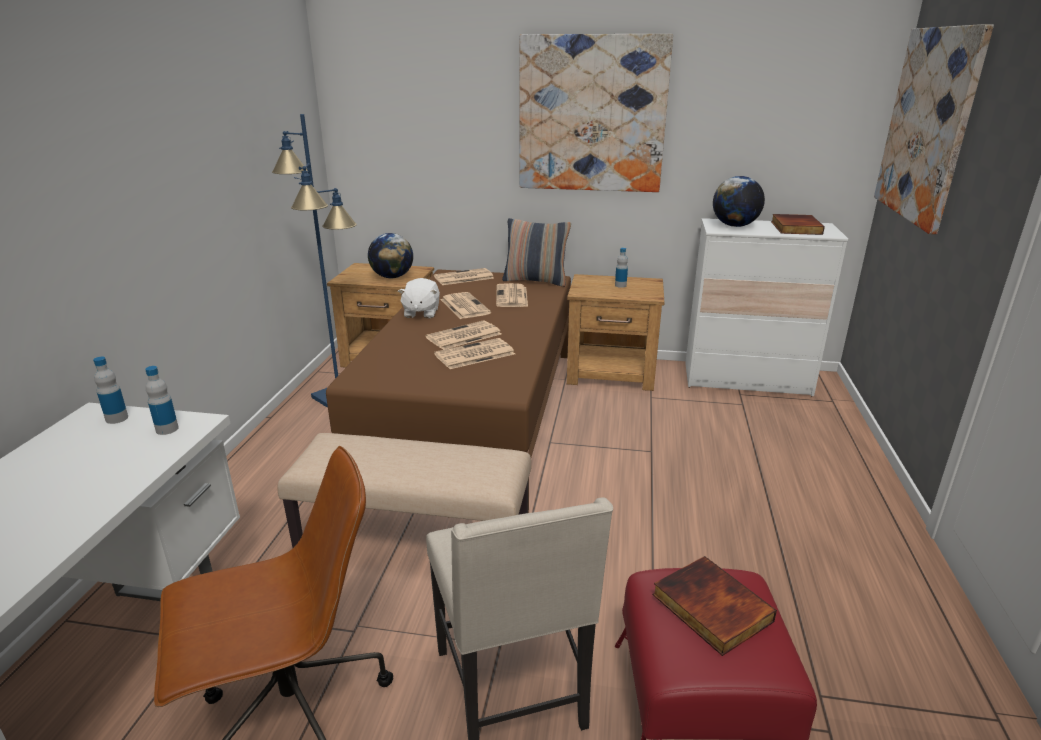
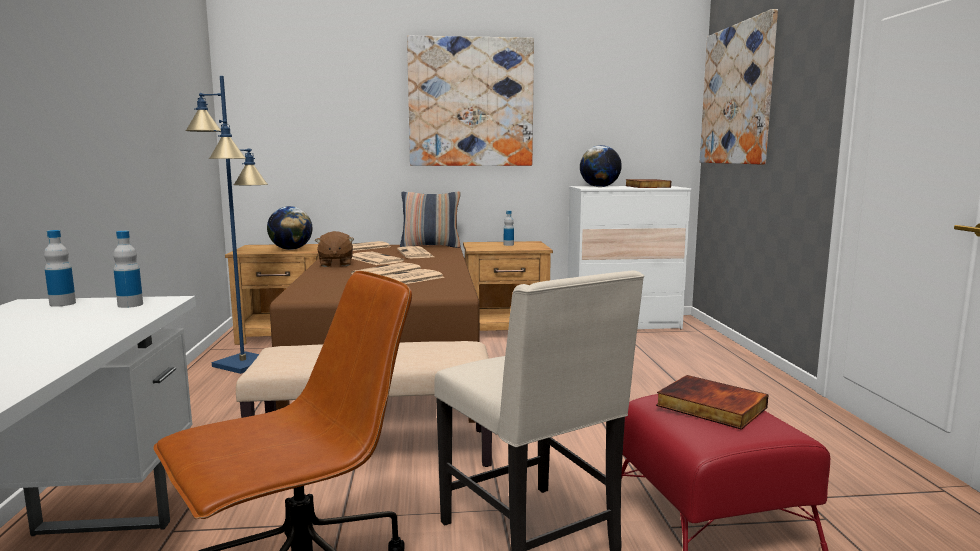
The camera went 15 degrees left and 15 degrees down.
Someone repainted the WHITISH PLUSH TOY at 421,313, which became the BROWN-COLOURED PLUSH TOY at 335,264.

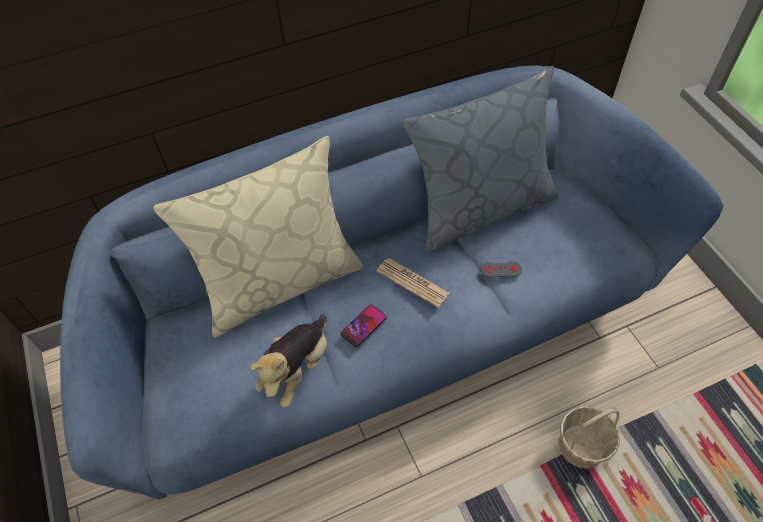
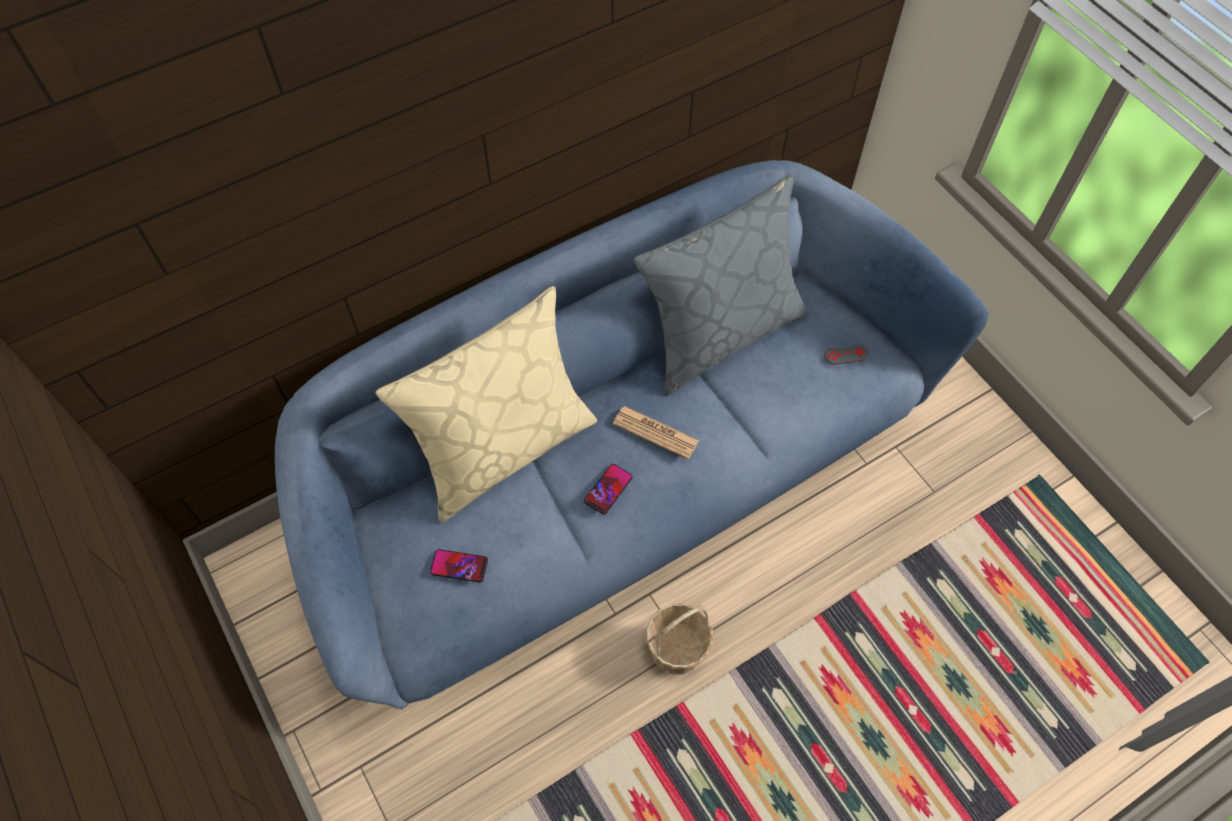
The camera went 10 degrees left and 5 degrees up.
Someone took away the PLUSH TOY at 297,369.
Someone put down the PHONE at 459,566.
Someone carried the GREYISH GAME CONTROLLER from 501,269 to 846,354.
Someone carried the BASKET from 582,447 to 678,648.

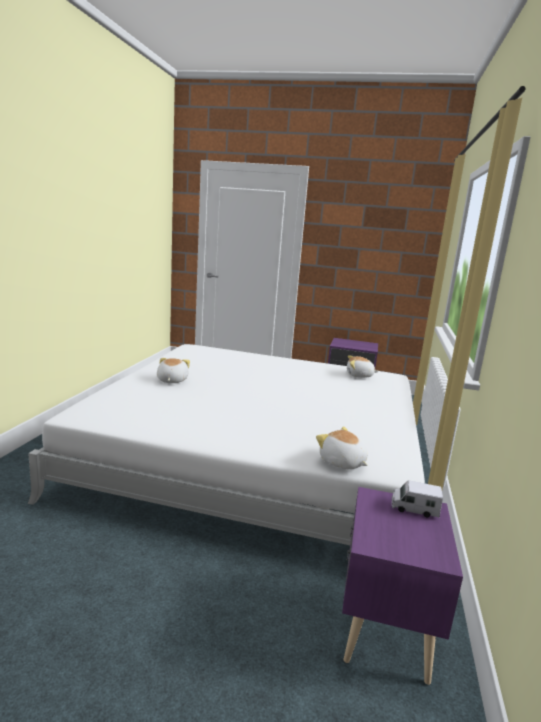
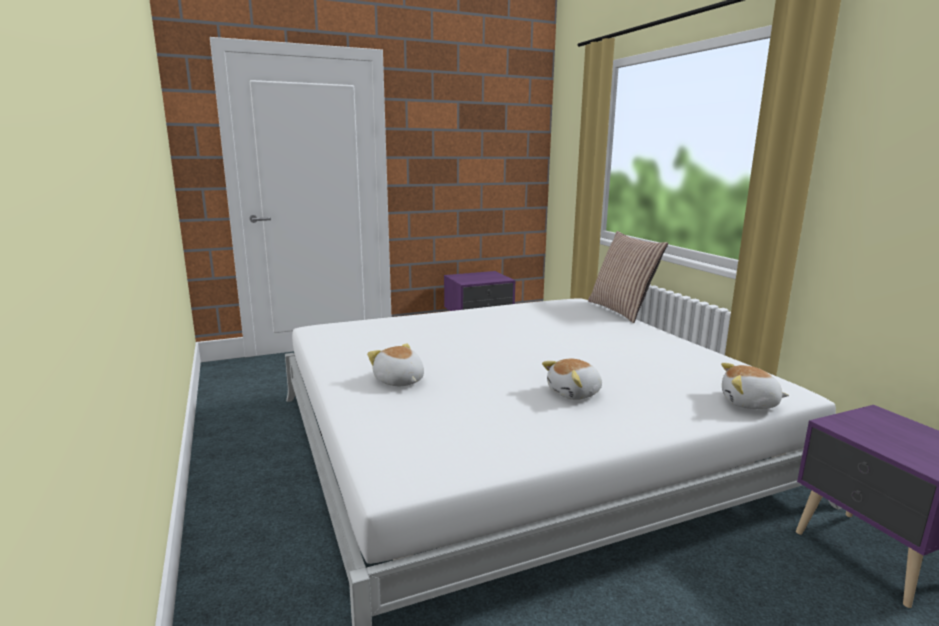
The camera went 35 degrees left and 0 degrees up.
Someone took away the MODEL TRUCK at 414,508.
Someone put down the PILLOW at 621,310.
Someone carried the PLUSH TOY from 359,376 to 575,393.

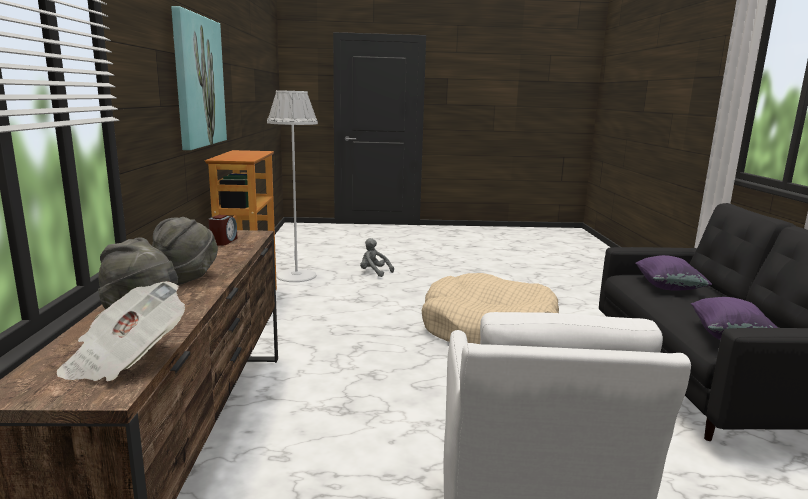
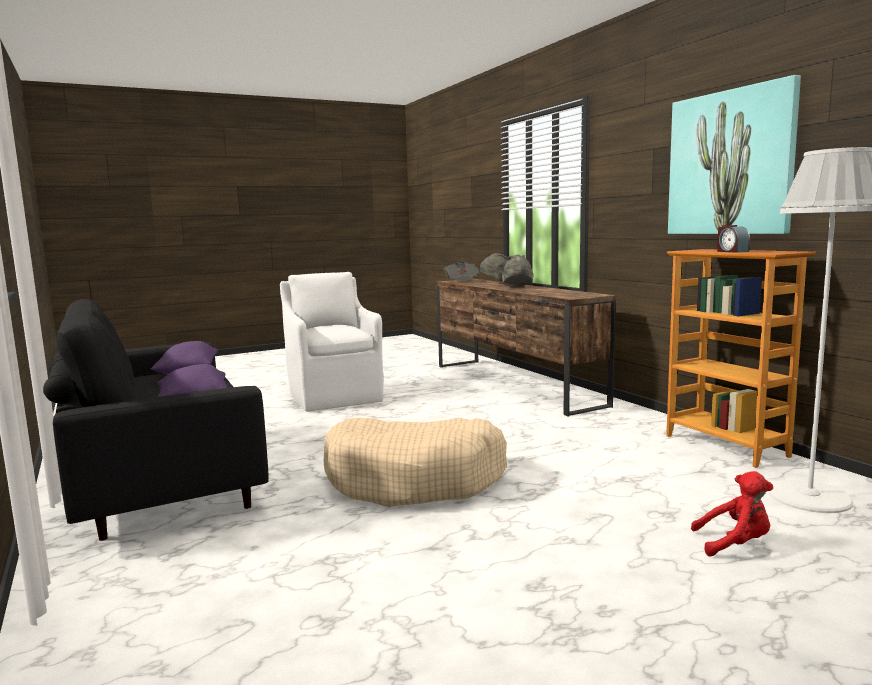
The camera went 155 degrees right and 5 degrees down.
Someone carried the TABLE CLOCK from 223,241 to 731,251.
Someone repainted the GREYISH PLUSH TOY at 374,272, which became the RED PLUSH TOY at 735,544.

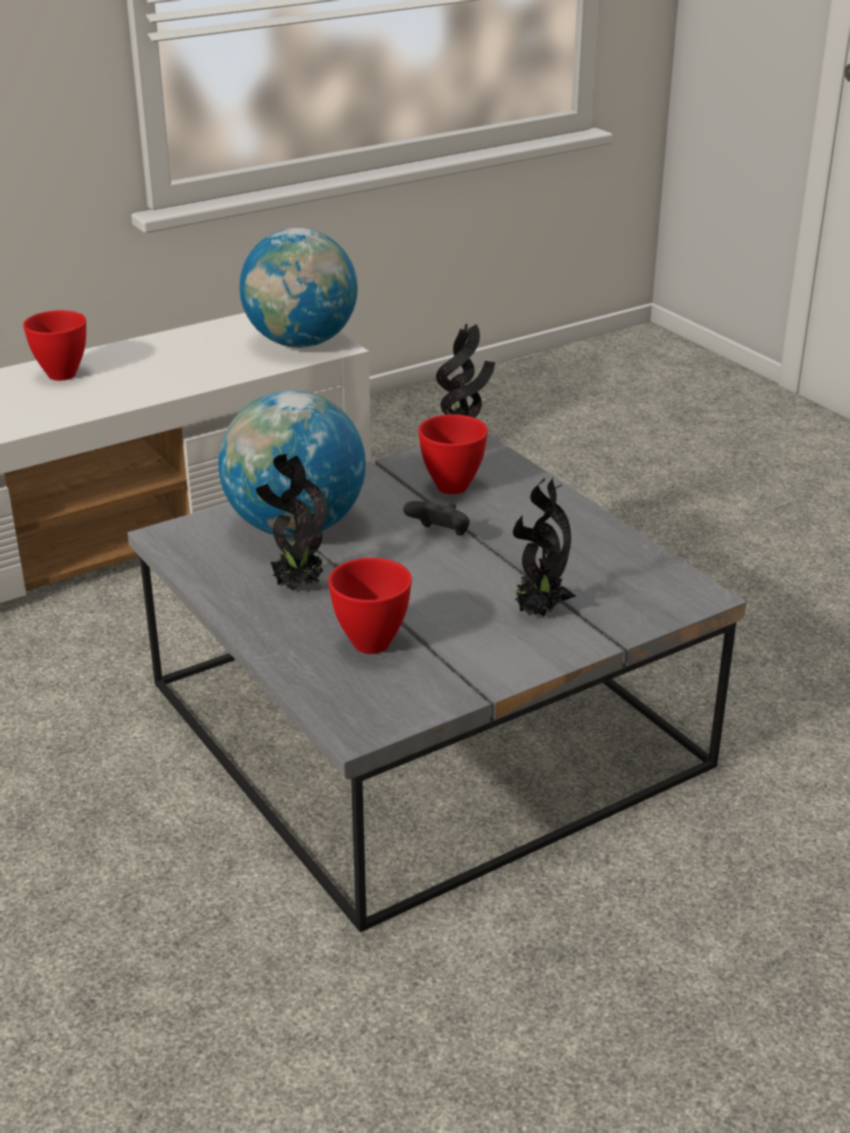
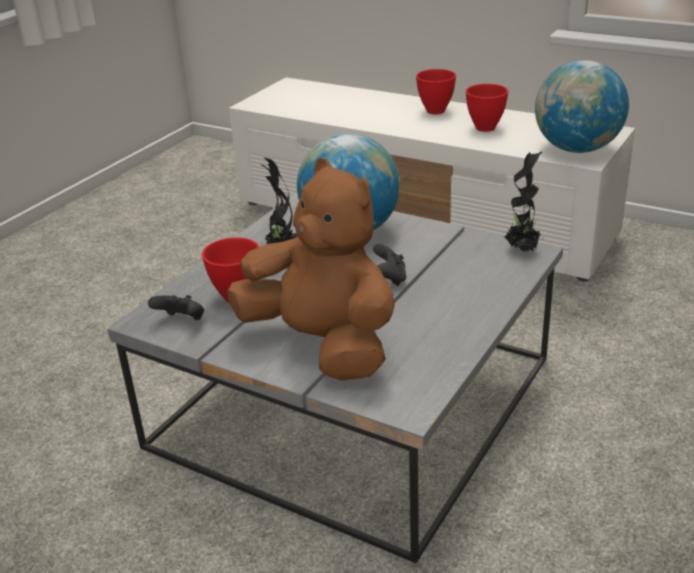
The camera went 65 degrees right and 0 degrees up.
Someone put down the BLACK GAME CONTROLLER at 181,321.
Someone carried the RED SERVING BOWL from 453,486 to 486,128.
Someone swapped the POTTED PLANT at 538,612 for the BROWN-COLOURED PLUSH TOY at 322,344.

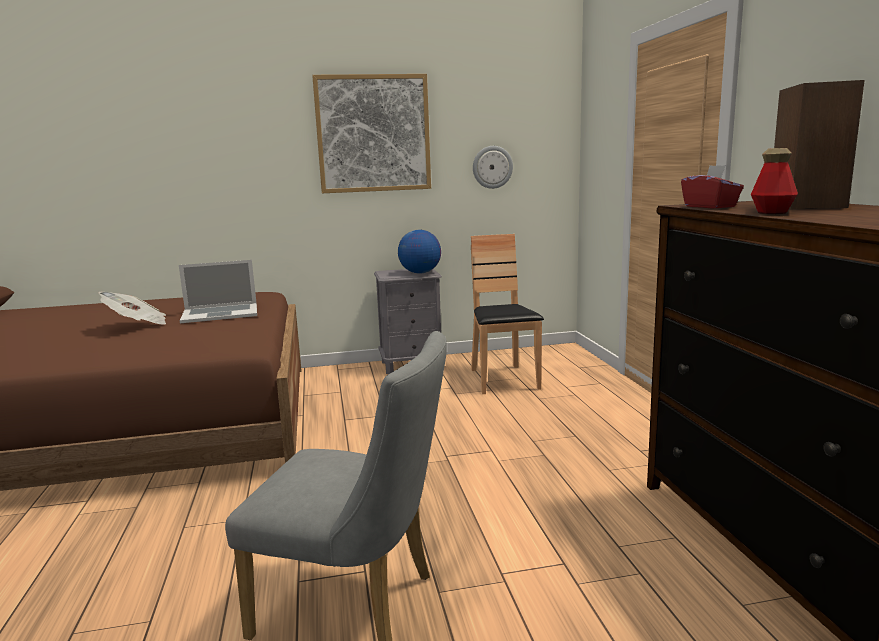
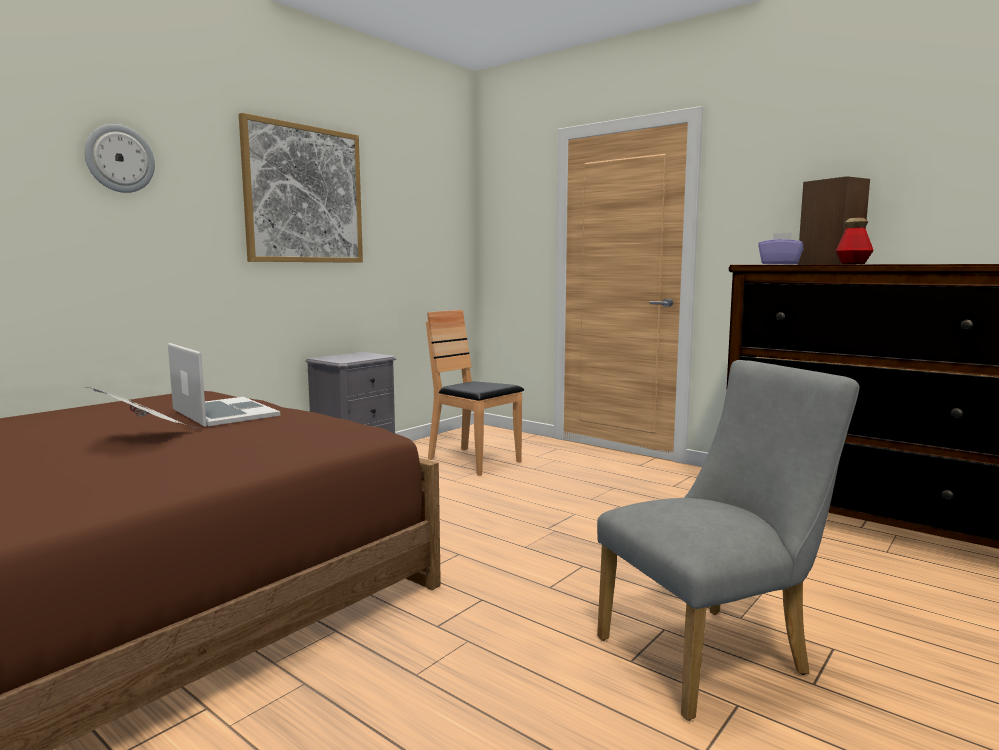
The camera went 40 degrees left and 5 degrees down.
Someone took away the WORLD GLOBE at 420,273.
Someone carried the WALL CLOCK from 492,167 to 119,159.
Someone repainted the RED BOX OF TISSUES at 710,207, which became the PURPLE BOX OF TISSUES at 780,264.
Someone rotated the NOTEBOOK COMPUTER at 220,313 by 75 degrees counterclockwise.

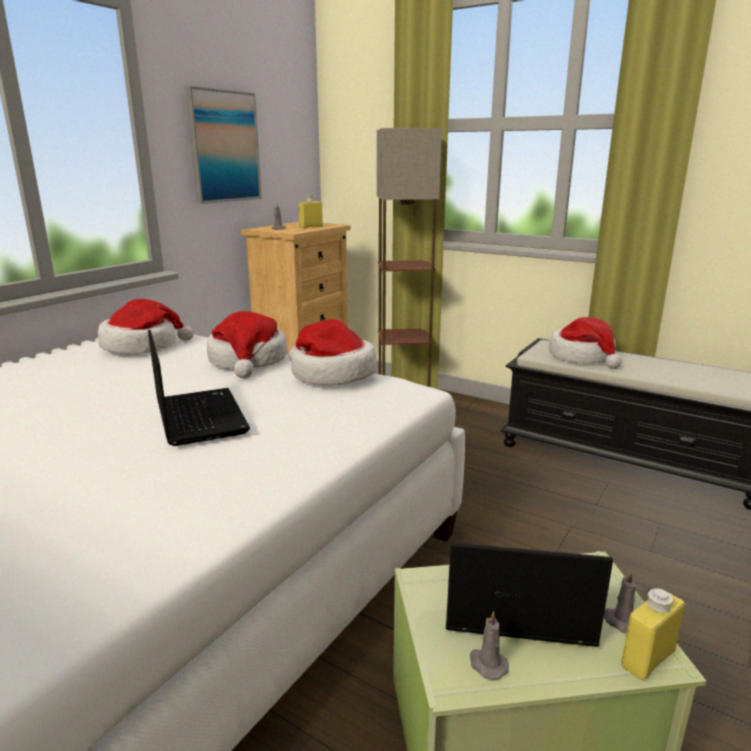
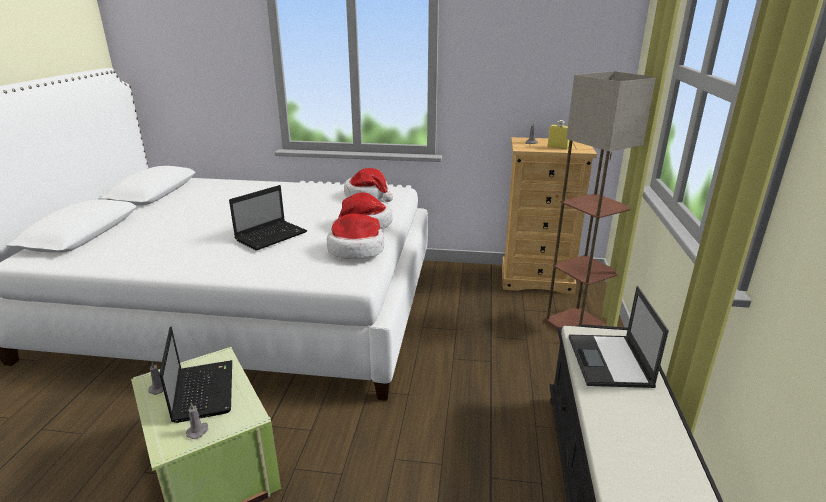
The camera went 65 degrees right and 5 degrees up.
Someone took away the PICTURE at 224,147.
Someone took away the YELLOW-COLOURED DRINK BOTTLE at 647,659.
Someone swapped the CLOTHING HAT at 583,357 for the NOTEBOOK COMPUTER at 609,362.

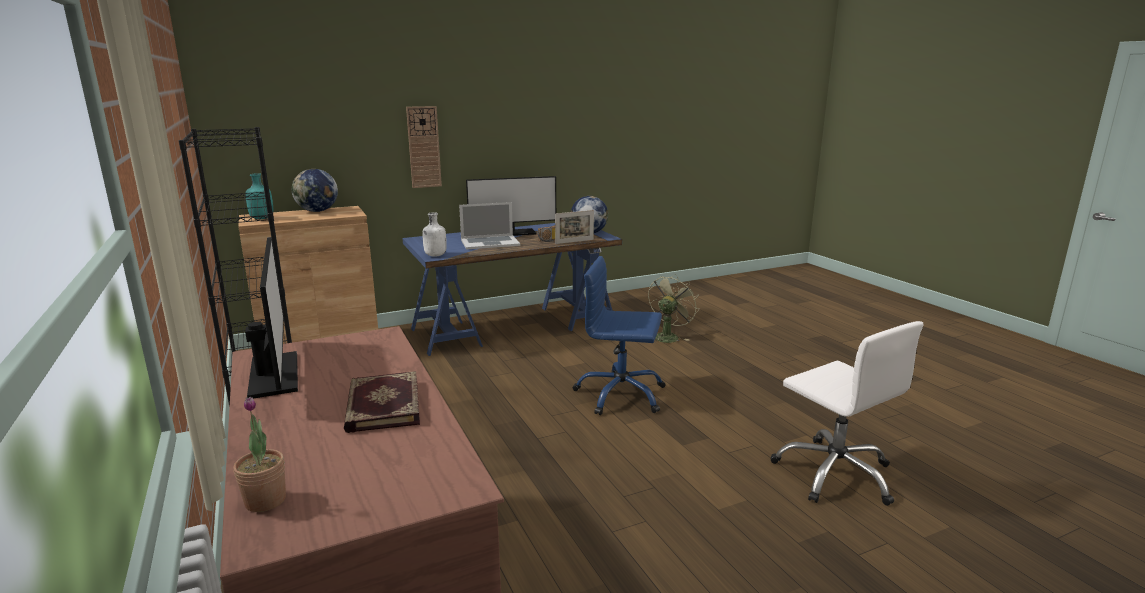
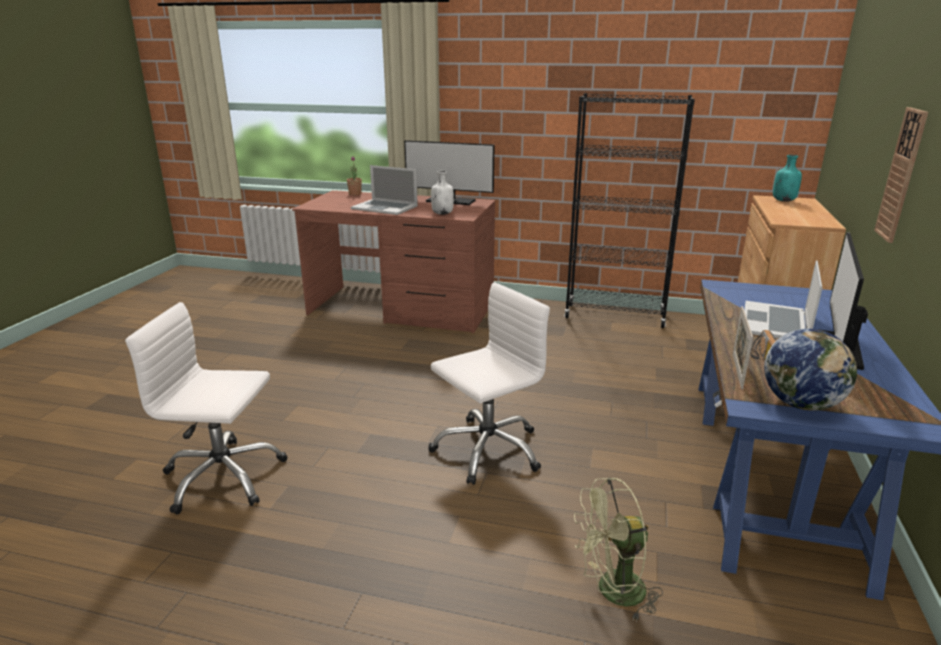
The camera went 130 degrees right and 5 degrees up.
Someone took away the WORLD GLOBE at 317,211.
Someone carried the WHITISH DRINK BOTTLE from 435,255 to 442,213.
Someone swapped the VOLUME at 382,405 for the NOTEBOOK COMPUTER at 385,207.
Someone repainted the BLUISH COMPUTER CHAIR at 620,395, which became the WHITISH COMPUTER CHAIR at 487,449.
Someone rotated the GREENISH ELECTRIC FAN at 668,336 by 90 degrees clockwise.

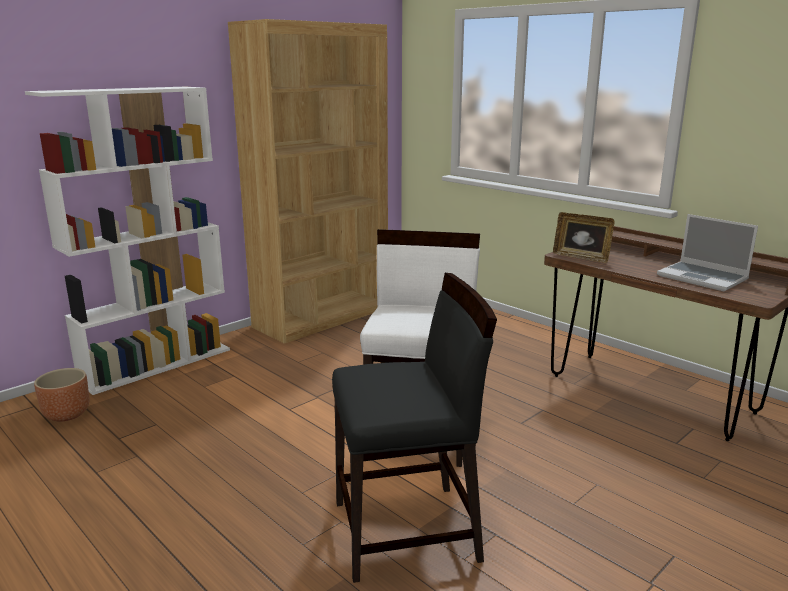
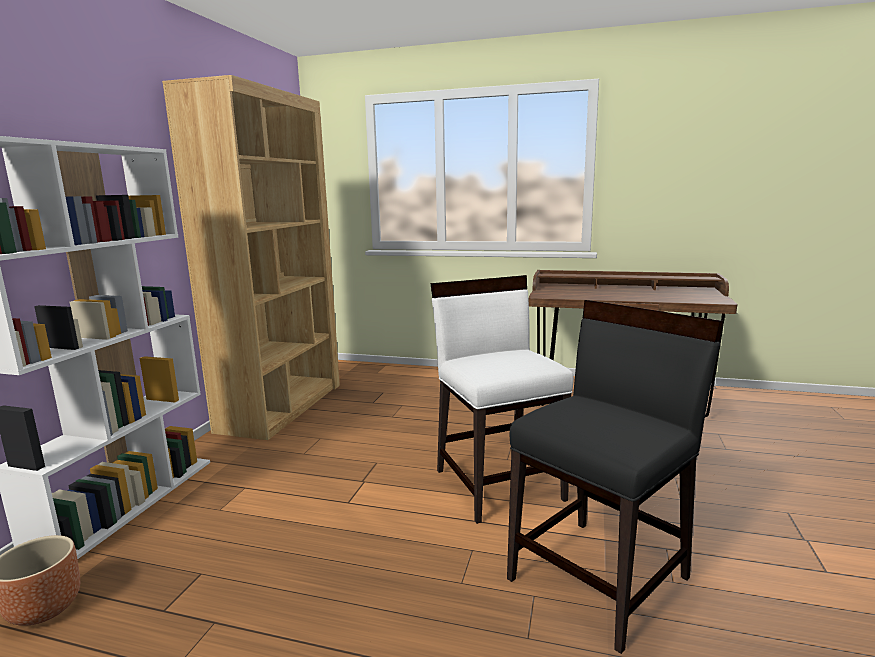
The camera went 30 degrees left and 5 degrees down.
Someone took away the PICTURE FRAME at 581,257.
Someone took away the NOTEBOOK COMPUTER at 703,278.

